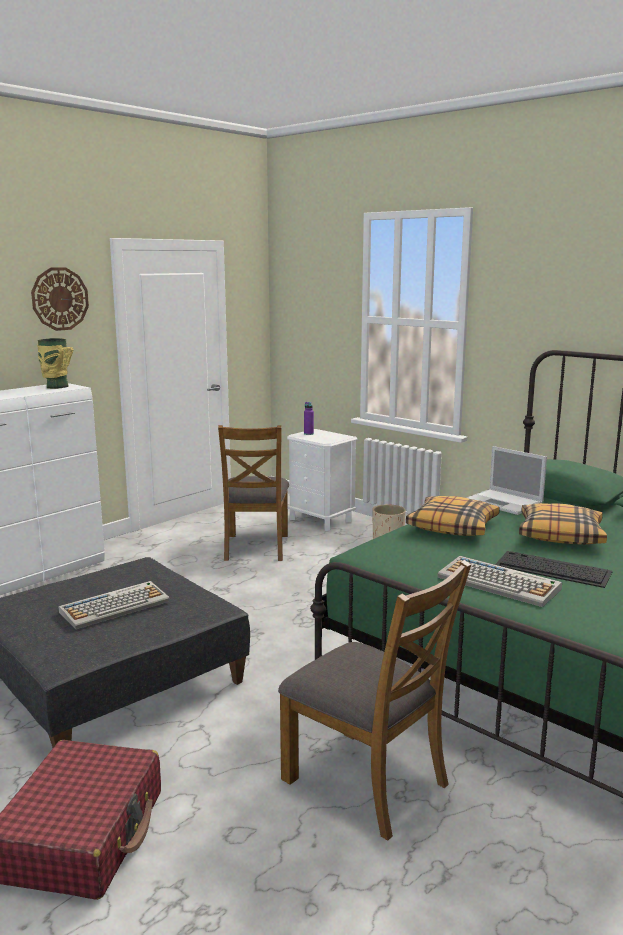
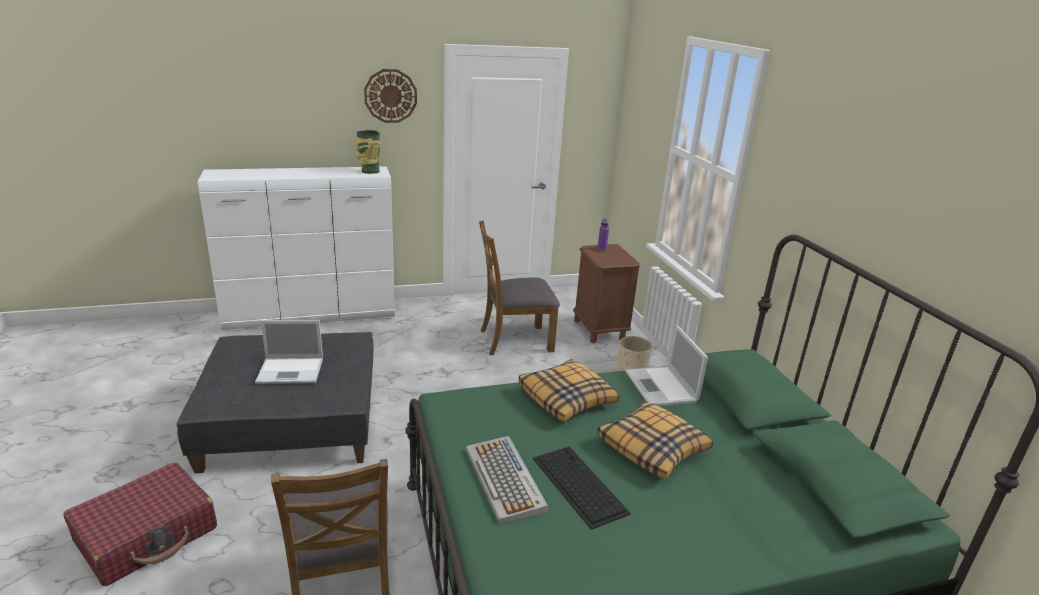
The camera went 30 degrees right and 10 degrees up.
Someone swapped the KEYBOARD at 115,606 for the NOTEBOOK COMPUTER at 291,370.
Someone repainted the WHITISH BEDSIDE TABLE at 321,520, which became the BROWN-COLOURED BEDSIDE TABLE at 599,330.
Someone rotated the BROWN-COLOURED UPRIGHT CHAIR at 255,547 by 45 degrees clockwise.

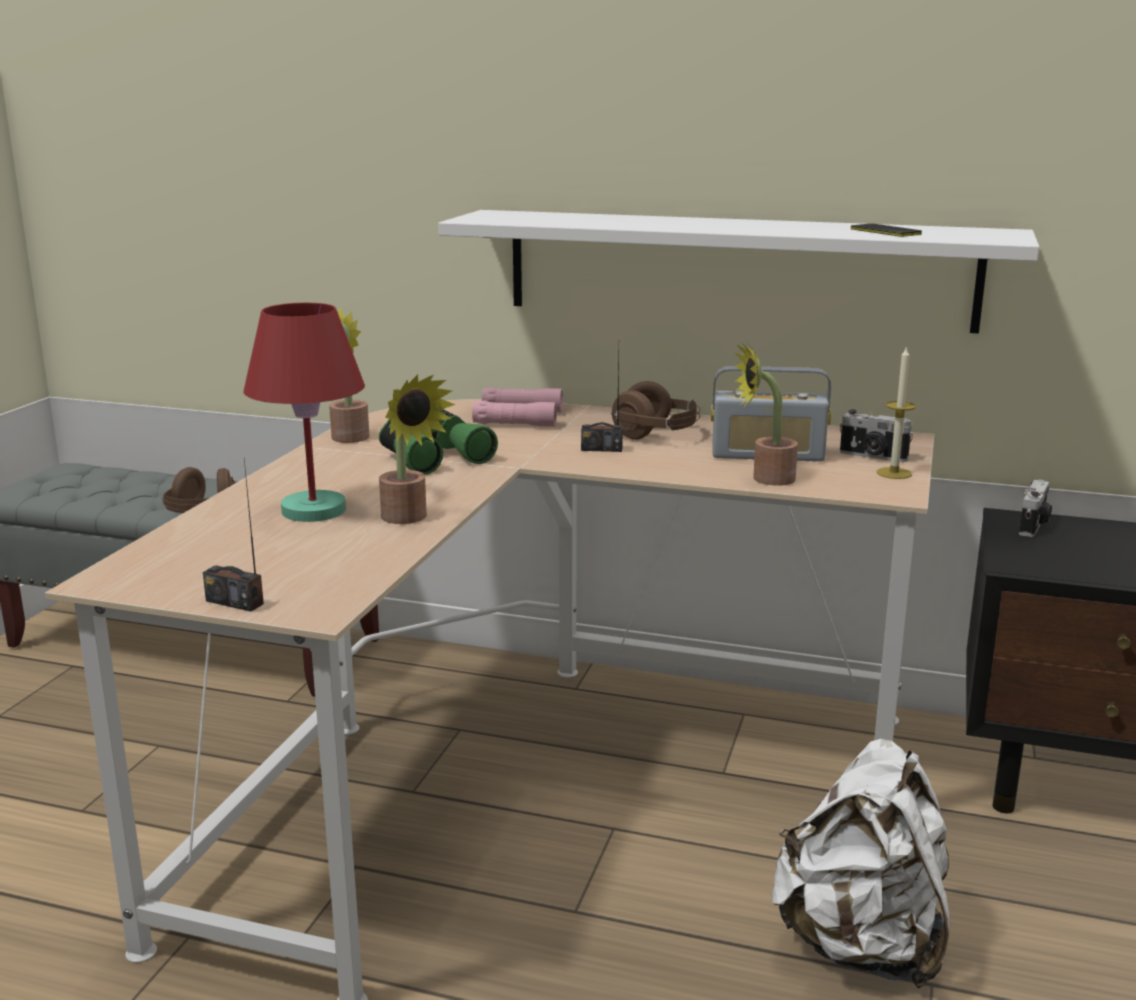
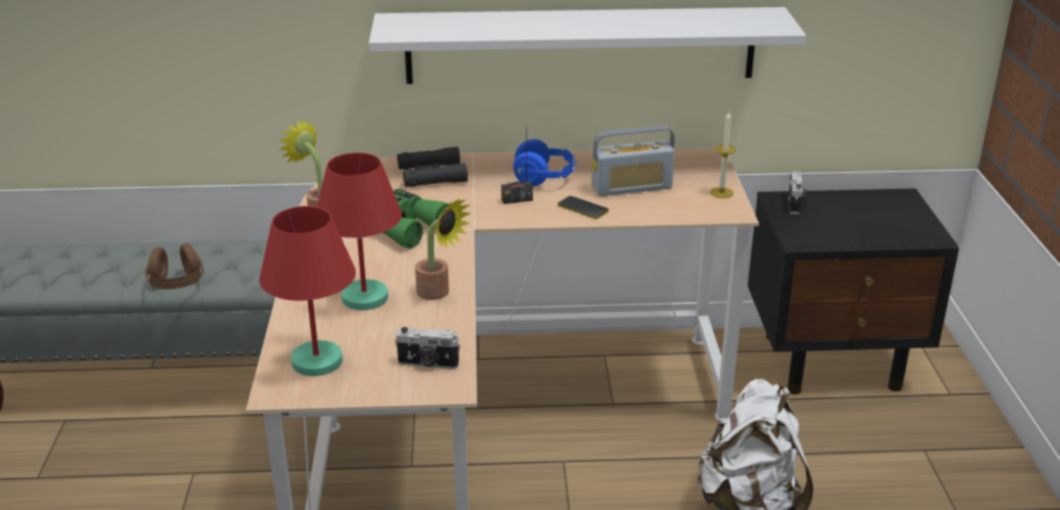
The camera went 20 degrees left and 10 degrees up.
Someone took away the RADIO RECEIVER at 235,602.
Someone took away the POTTED PLANT at 765,479.
Someone put down the RED LAMP FOR A TABLE at 317,361.
Someone carried the STILL CAMERA from 873,456 to 428,364.
Someone carried the PHONE from 885,231 to 582,208.
Someone repainted the PINK-COLOURED BINOCULARS at 518,417, which became the BLACK BINOCULARS at 432,175.
Someone repainted the BROWN-COLOURED HEADPHONES at 657,435, which became the BLUISH HEADPHONES at 544,179.

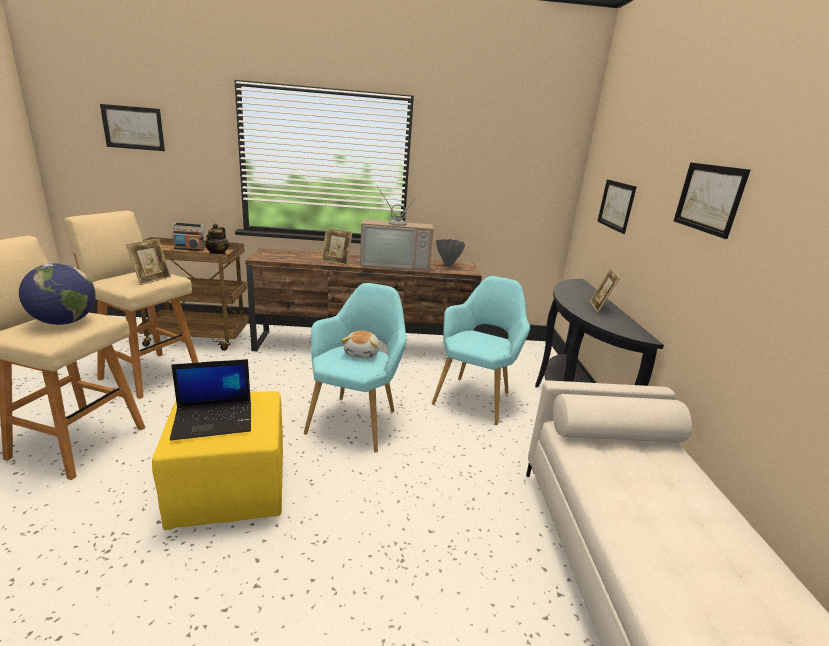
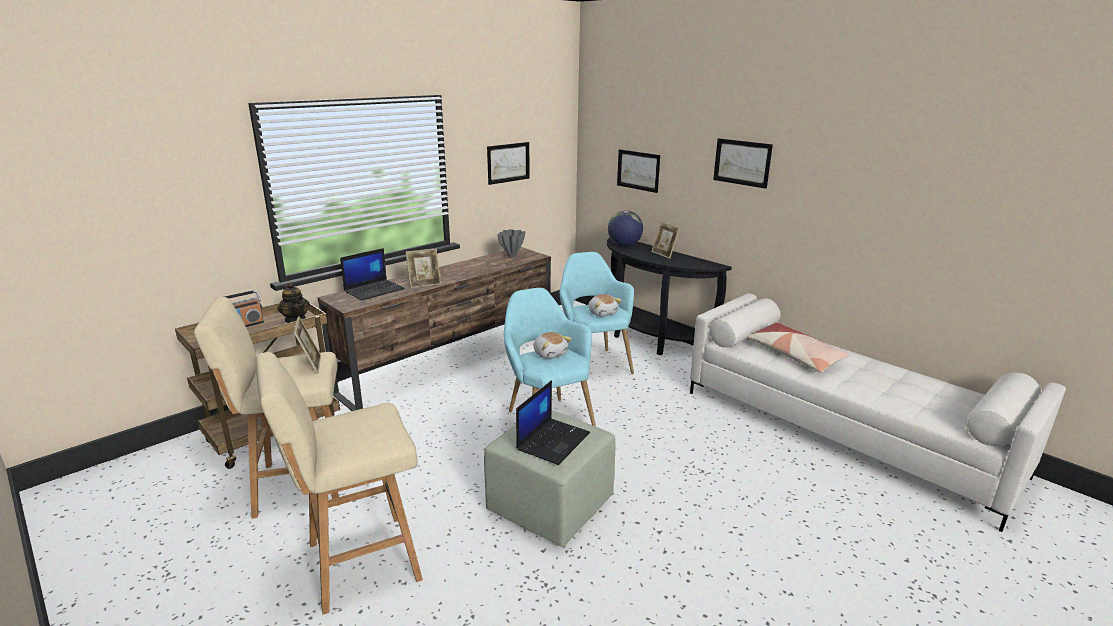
The camera went 40 degrees left and 0 degrees up.
Someone took away the TV at 395,264.
Someone put down the NOTEBOOK COMPUTER at 374,290.
Someone put down the PLUSH TOY at 602,313.
Someone put down the PILLOW at 795,355.
Someone carried the WORLD GLOBE from 64,322 to 624,245.
Someone carried the PICTURE from 133,128 to 508,162.
Someone repainted the YELLOW-COLOURED FOOTREST at 232,489, which became the GREENISH FOOTREST at 550,505.

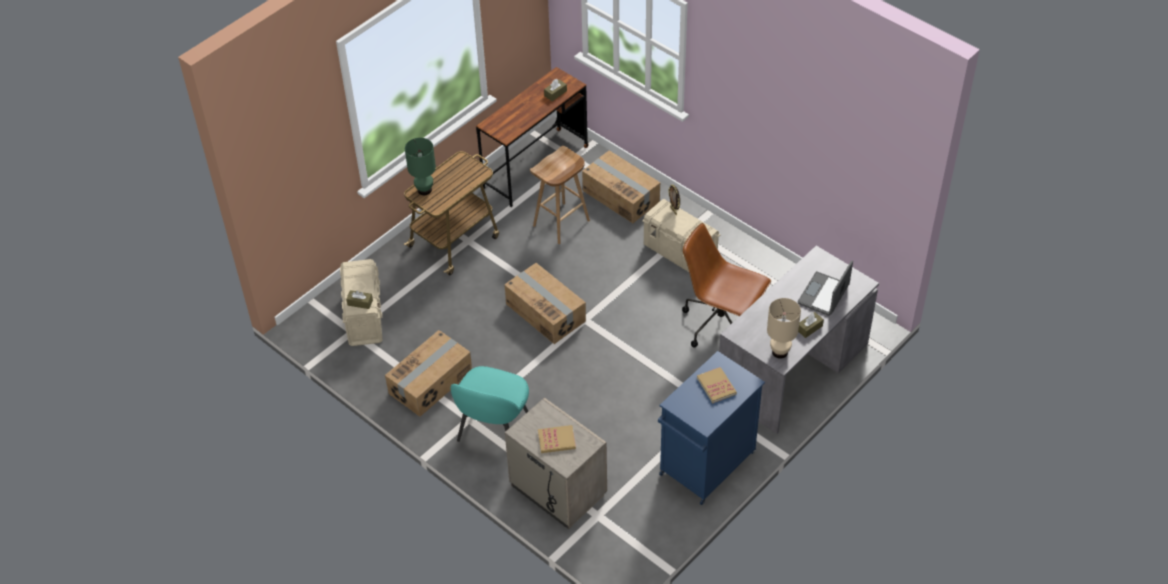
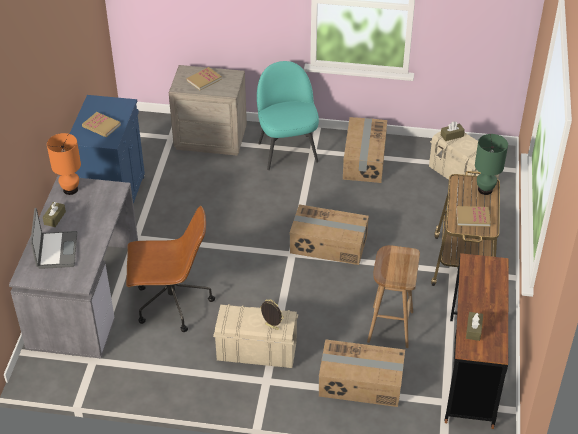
The camera went 145 degrees right and 5 degrees down.
Someone put down the VOLUME at 473,217.
Someone repainted the BEIGE LAMP FOR A TABLE at 780,352, which became the ORANGE LAMP FOR A TABLE at 70,189.

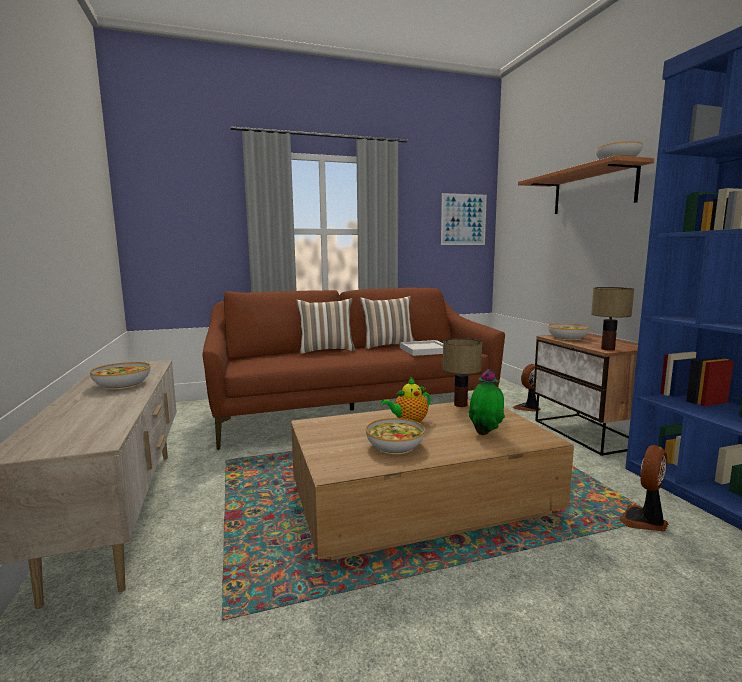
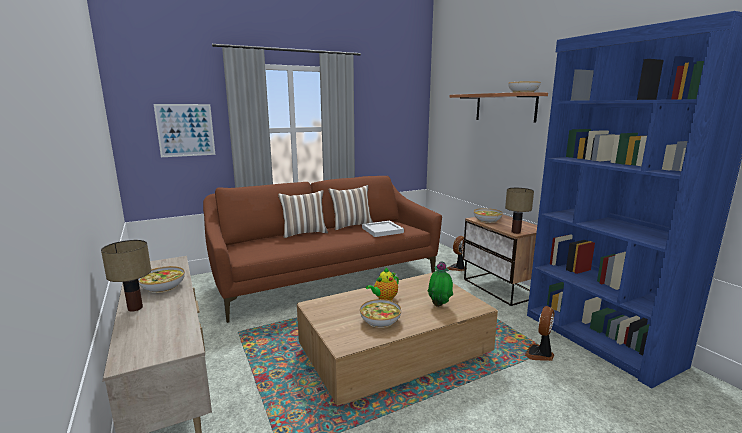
The camera went 10 degrees left and 5 degrees up.
Someone carried the PICTURE from 463,219 to 185,130.
Someone carried the LAMP FOR A TABLE from 461,404 to 136,308.

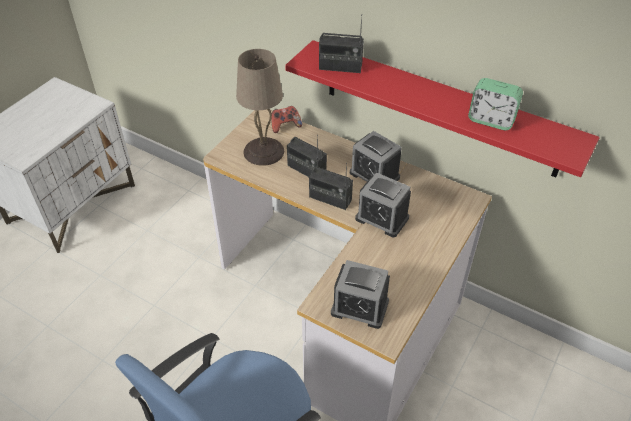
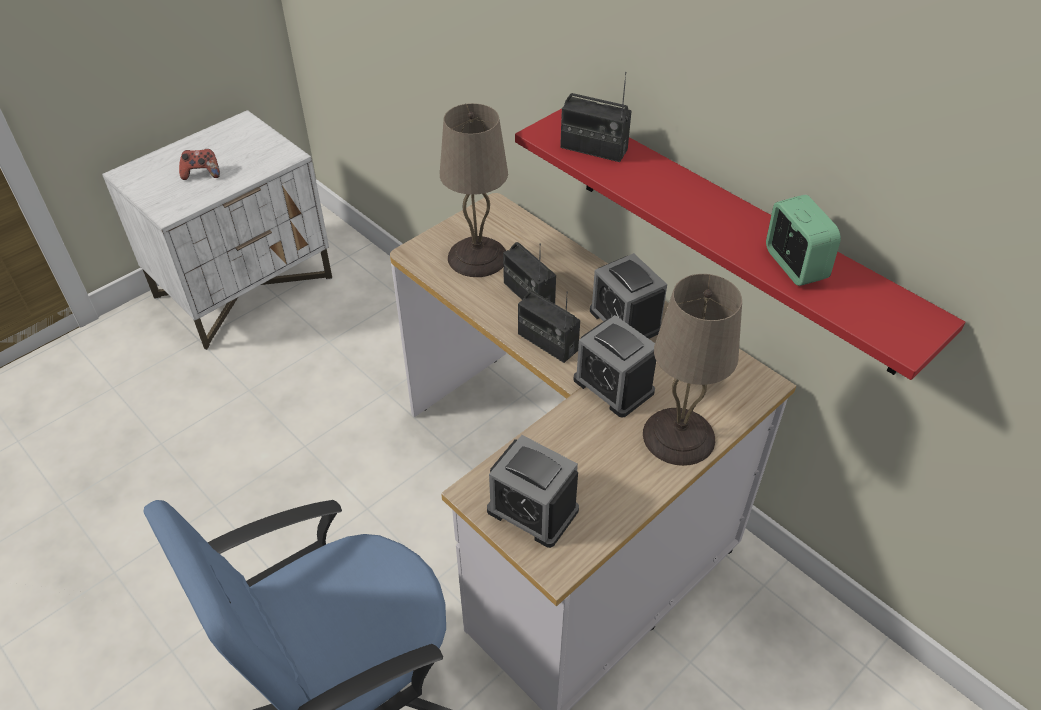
The camera went 15 degrees right and 0 degrees up.
Someone put down the BEIGE LAMP FOR A TABLE at 677,437.
Someone carried the GAME CONTROLLER from 285,126 to 202,174.
Someone rotated the TABLE CLOCK at 491,120 by 150 degrees counterclockwise.

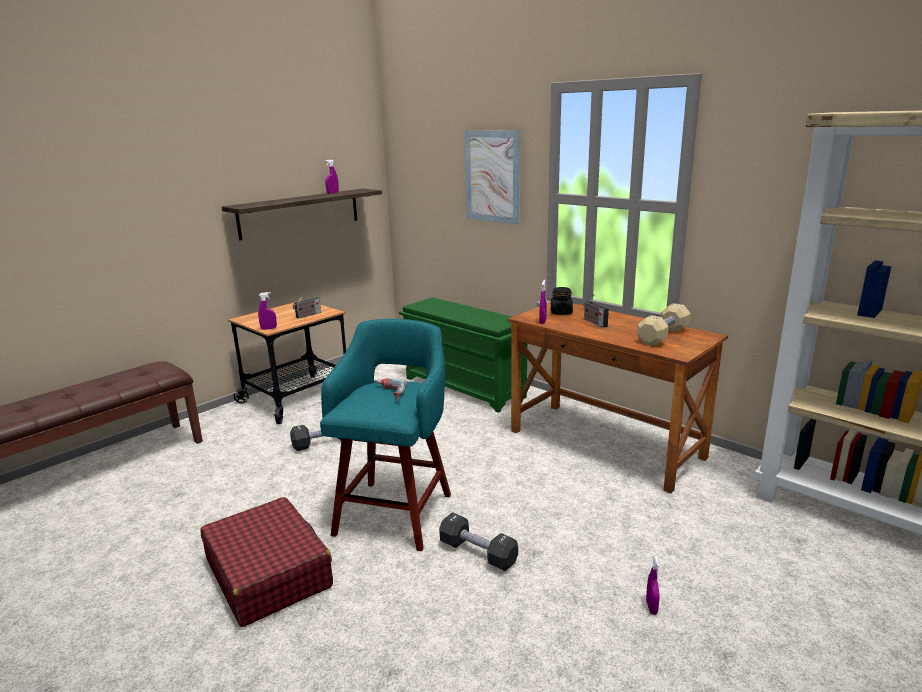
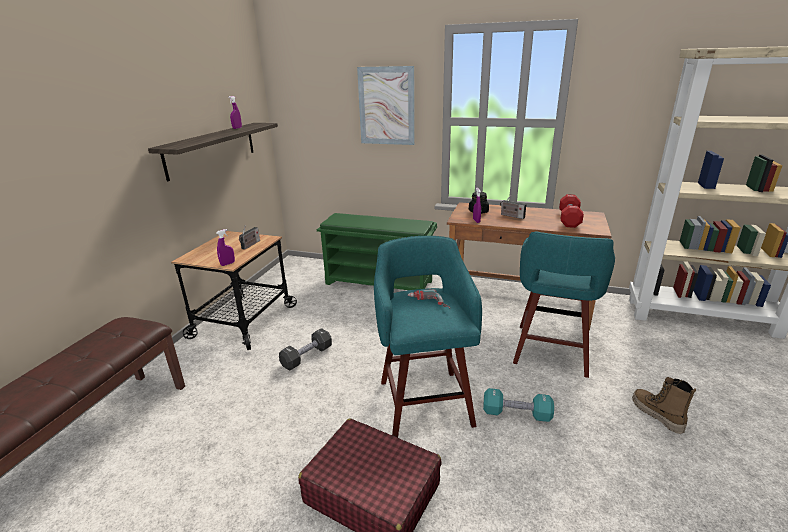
The camera went 25 degrees left and 5 degrees up.
Someone put down the BLUE-GREEN STOOL at 550,351.
Someone swapped the PURPLE SPRAYER at 651,607 for the TALL BOOT at 656,415.
Someone repainted the BLACK HAND WEIGHT at 478,553, which became the BLUE-GREEN HAND WEIGHT at 516,414.
Someone repainted the BEIGE HAND WEIGHT at 663,336, which became the RED HAND WEIGHT at 569,219.

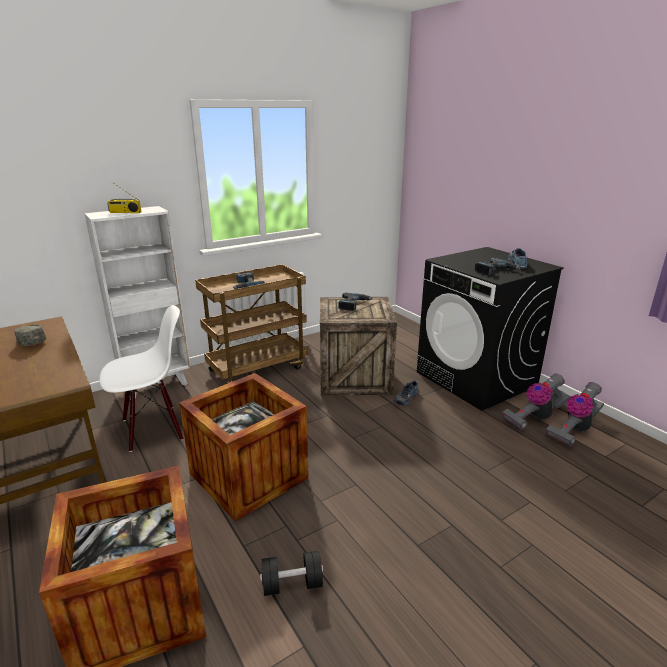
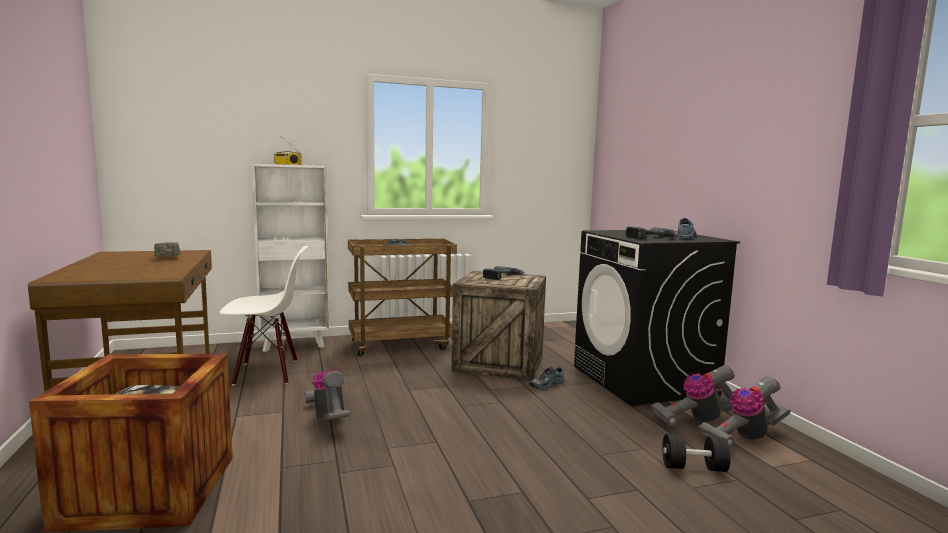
The camera went 15 degrees right and 15 degrees down.
Someone carried the BLACK HAND WEIGHT from 292,584 to 693,467.
Someone swapped the PACKING CRATE at 249,476 for the VACUUM CLEANER at 329,418.

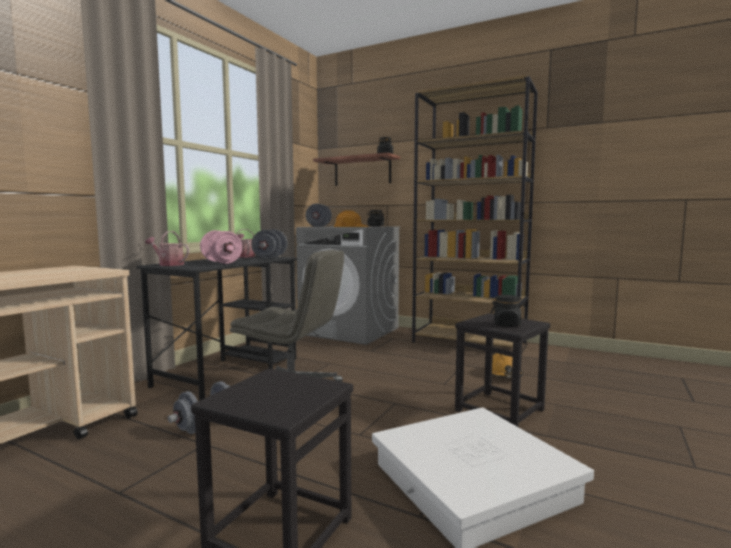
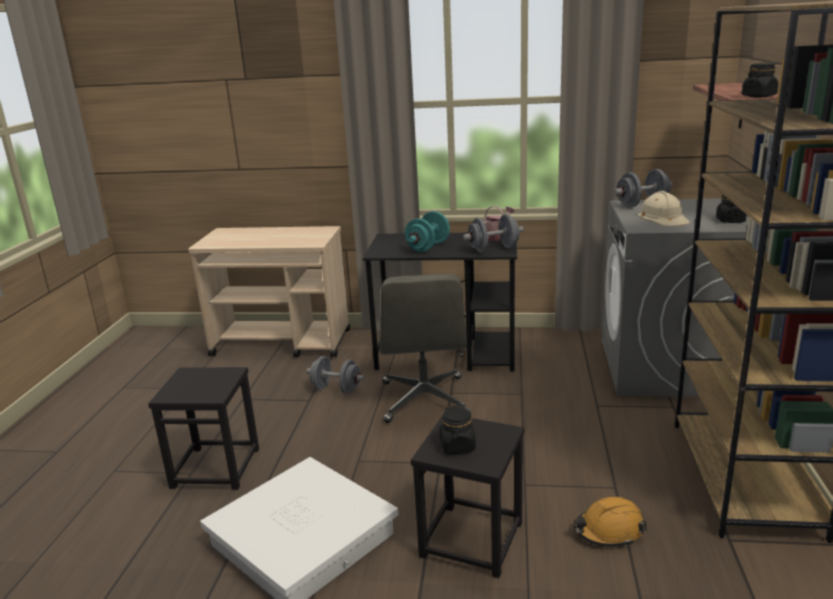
The camera went 70 degrees right and 15 degrees up.
Someone took away the WATERING POT at 168,264.
Someone repainted the PINK-COLOURED HAND WEIGHT at 221,262, which became the BLUE-GREEN HAND WEIGHT at 428,247.
Someone repainted the ORANGE SAFETY HELMET at 350,226, which became the BEIGE SAFETY HELMET at 663,218.

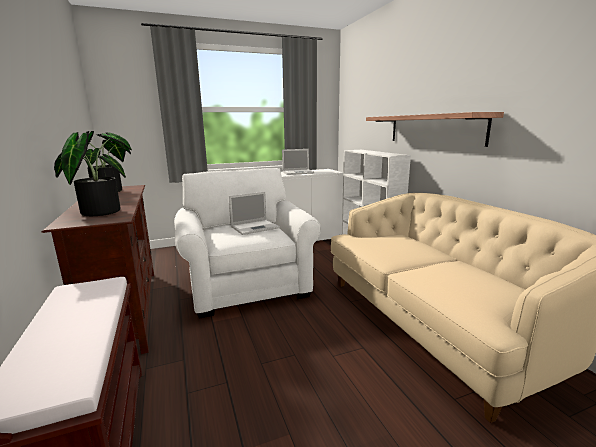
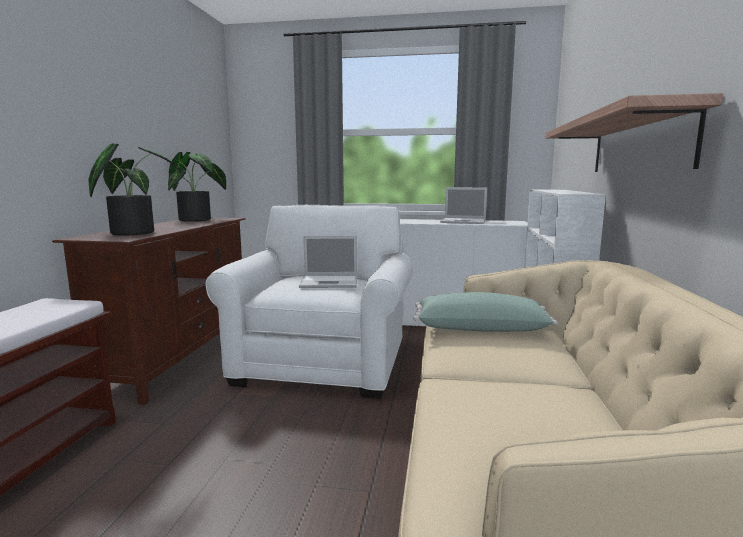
The camera went 30 degrees right and 5 degrees down.
Someone put down the GREENISH PILLOW at 480,328.

